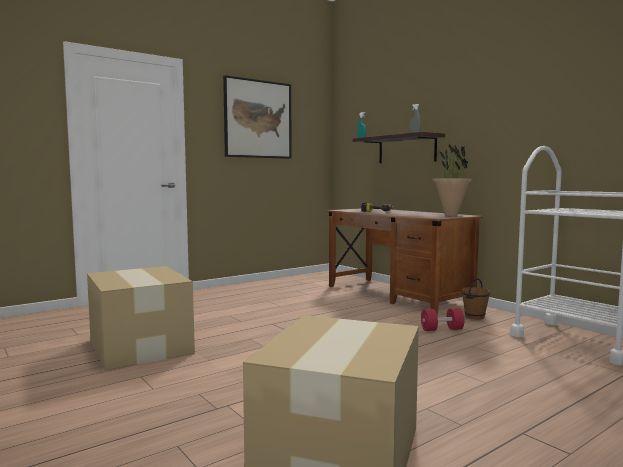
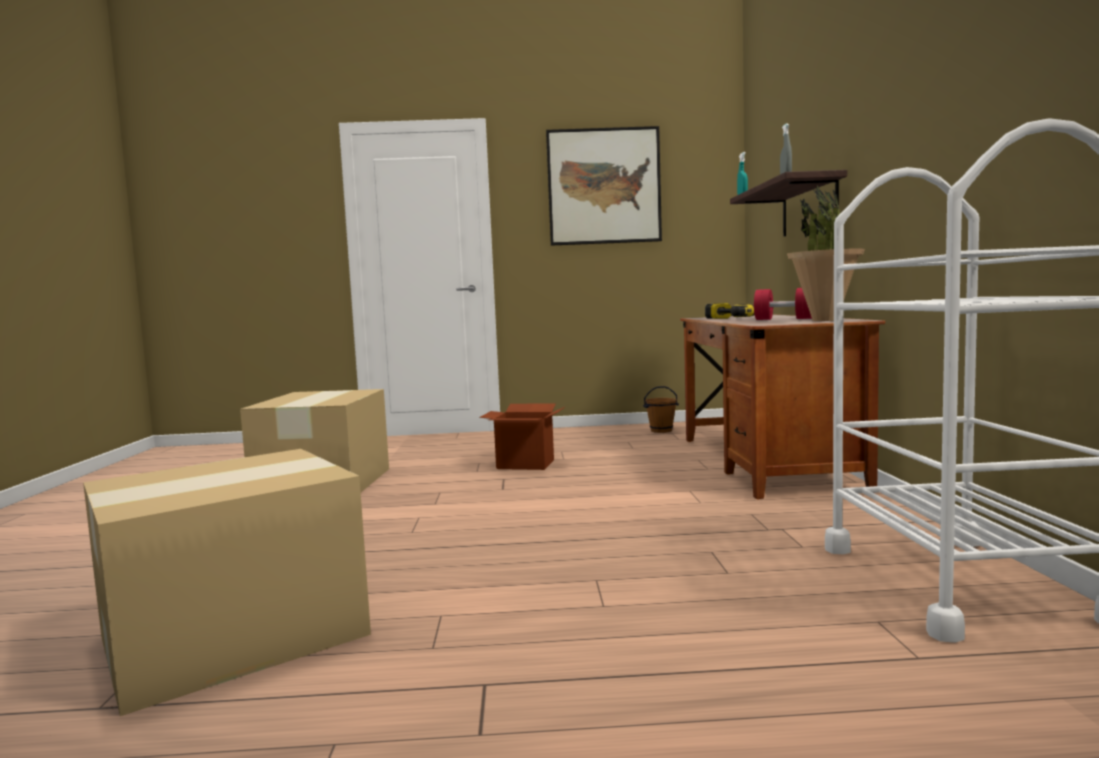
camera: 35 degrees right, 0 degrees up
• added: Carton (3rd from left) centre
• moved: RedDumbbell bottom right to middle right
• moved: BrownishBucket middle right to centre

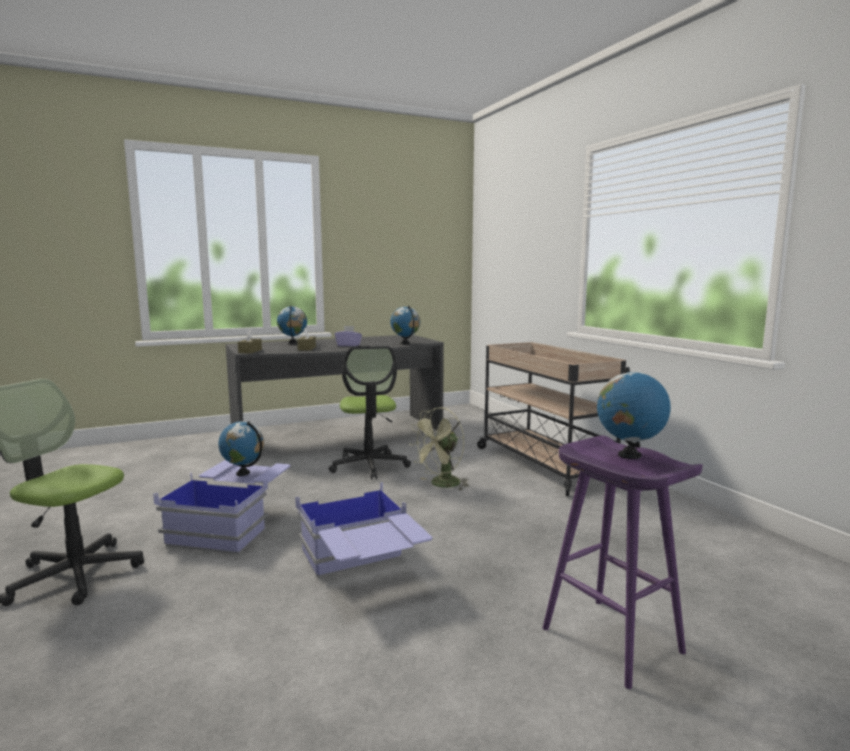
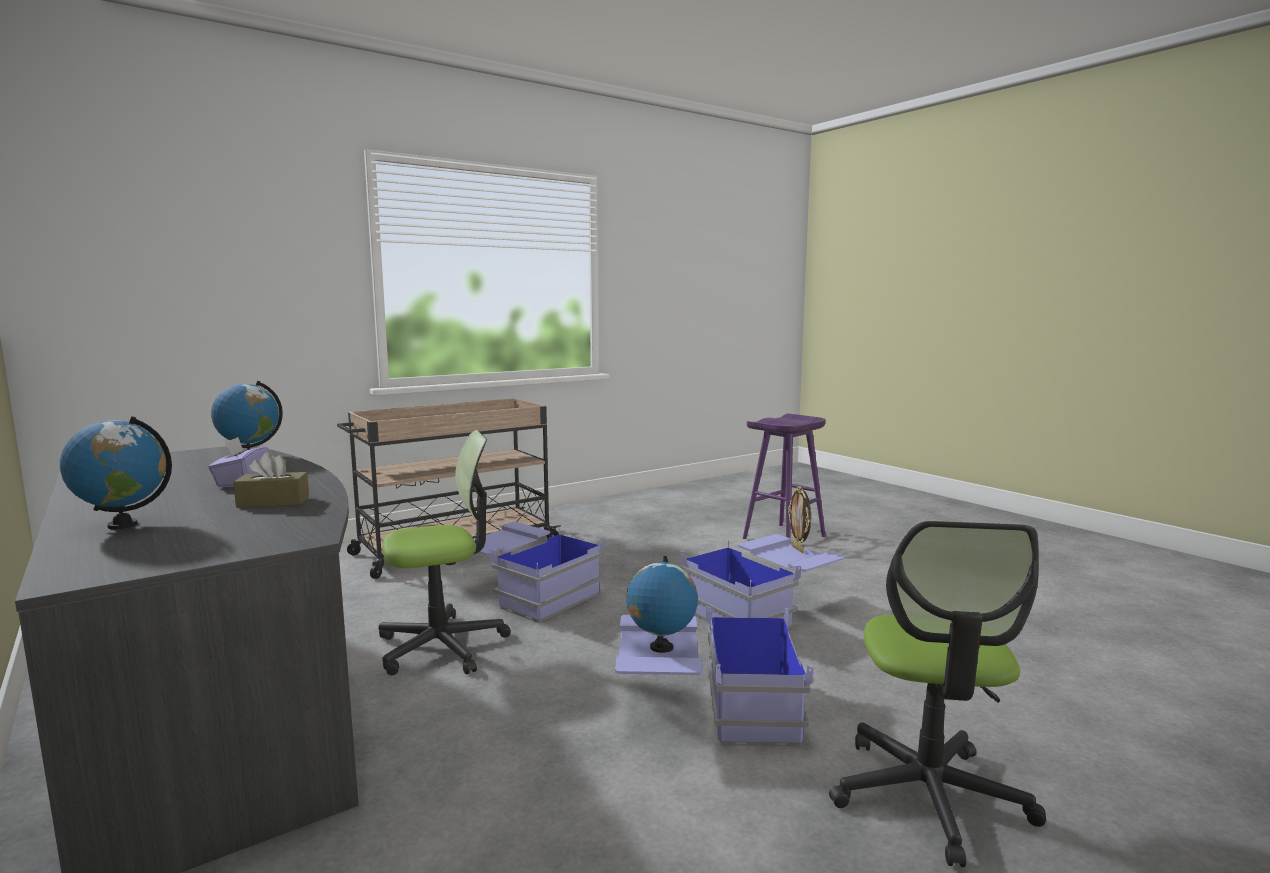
camera: 100 degrees left, 0 degrees up
• removed: BrownishTissueHolder (1st from left) middle left
• removed: DeskGlobe (4th from left) middle right
• added: StandingFrame centre
• replaced: GreenFan centre to BlueStorageBin (1st from left) centre

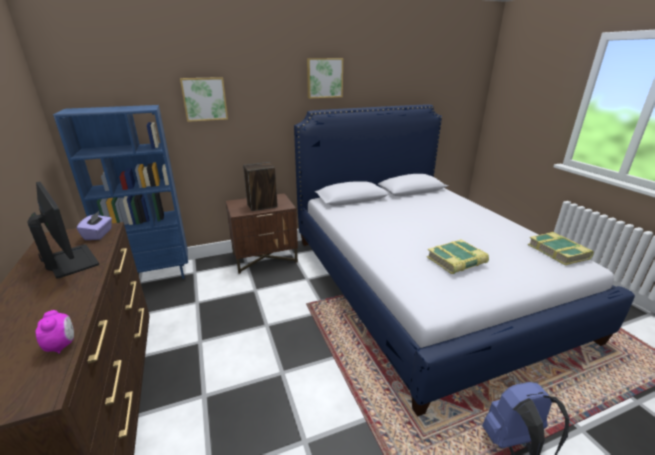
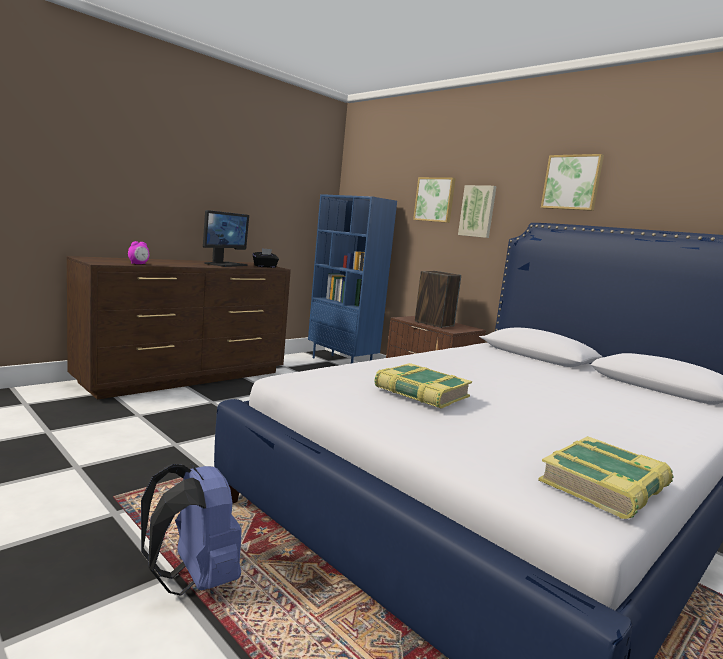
camera: 65 degrees right, 15 degrees down
• added: WallArt (2nd from left) top centre
• recoloured: PurpleColouredTissueHolder middle left to BlackColouredTissueHolder centre

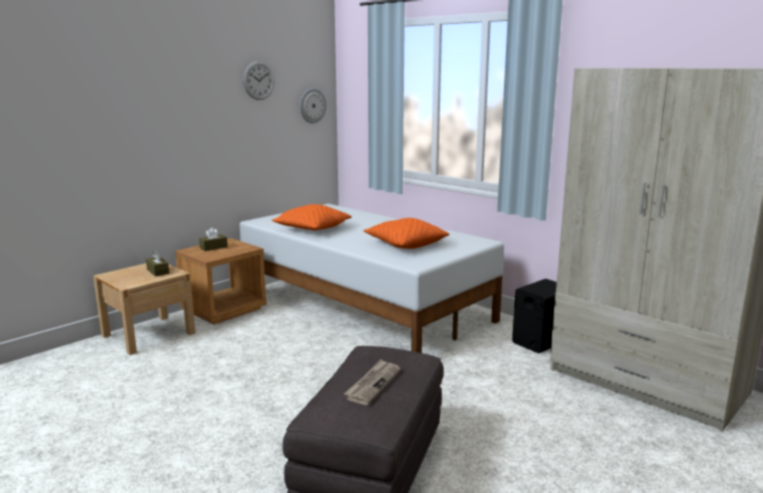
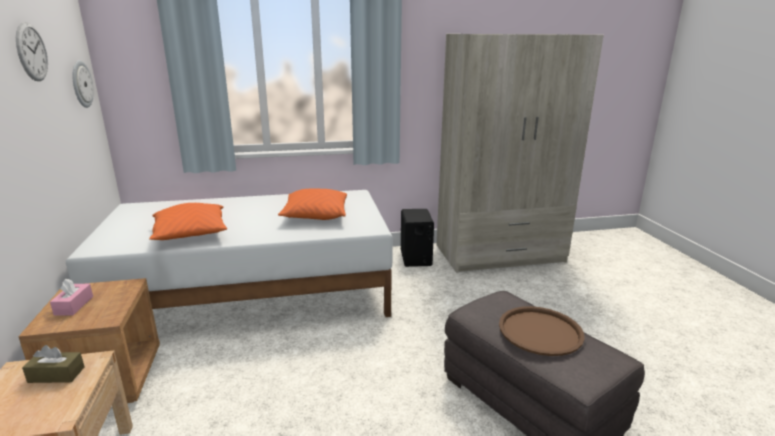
camera: 55 degrees left, 5 degrees up
• replaced: DailyPaper bottom centre to BrownishServingTray bottom right
• recoloured: BrownishTissueHolder (2nd from left) middle left to PinkColouredTissueHolder bottom left

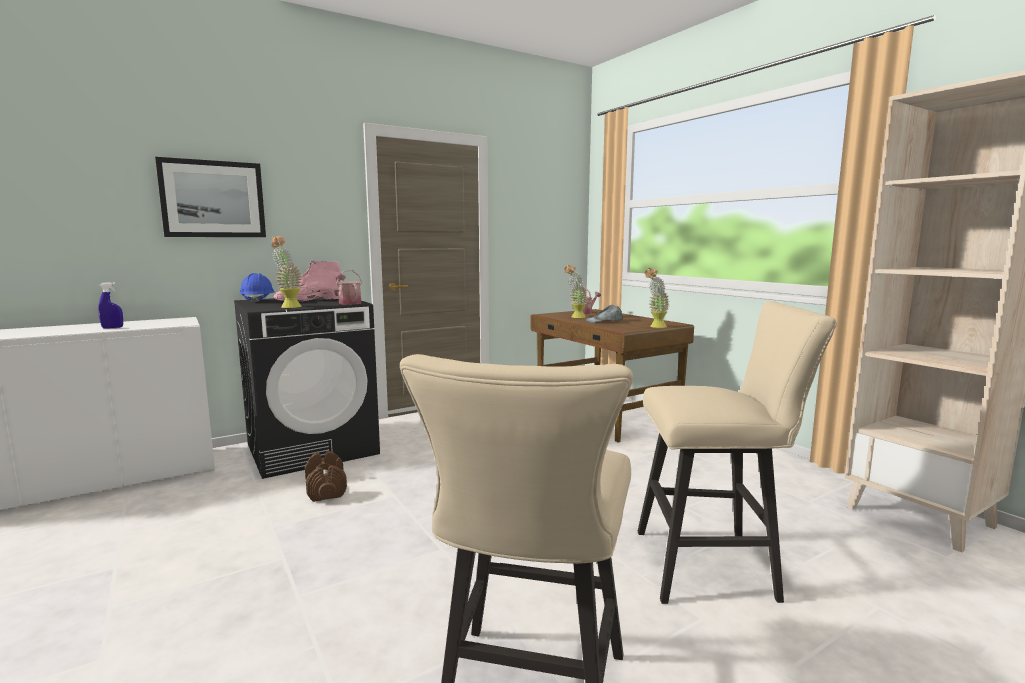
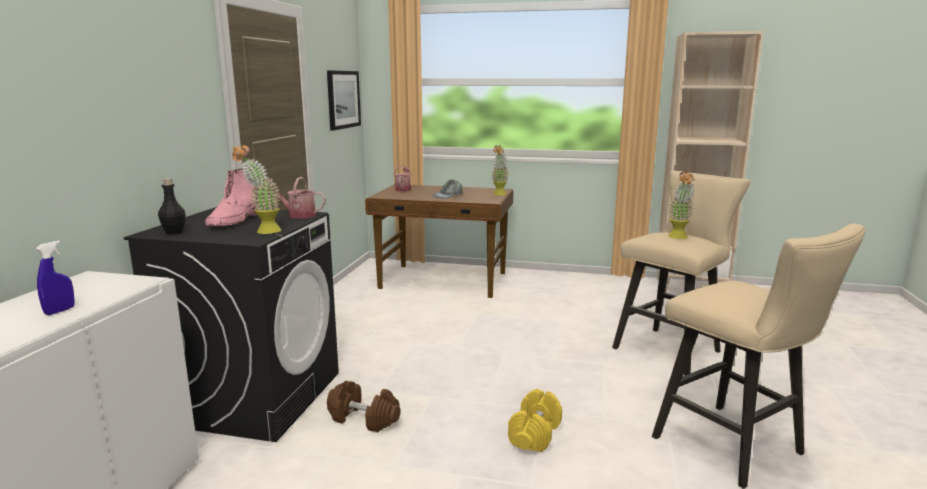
camera: 45 degrees left, 5 degrees up
• added: YellowColouredDumbbell bottom centre
• moved: WallArt top left to top centre
• moved: PlantInAPot (2nd from left in the first image) centre to PlantInAPot (3rd from left) middle right
• replaced: BlueHardHat middle left to BlackColouredBeverageBottle middle left

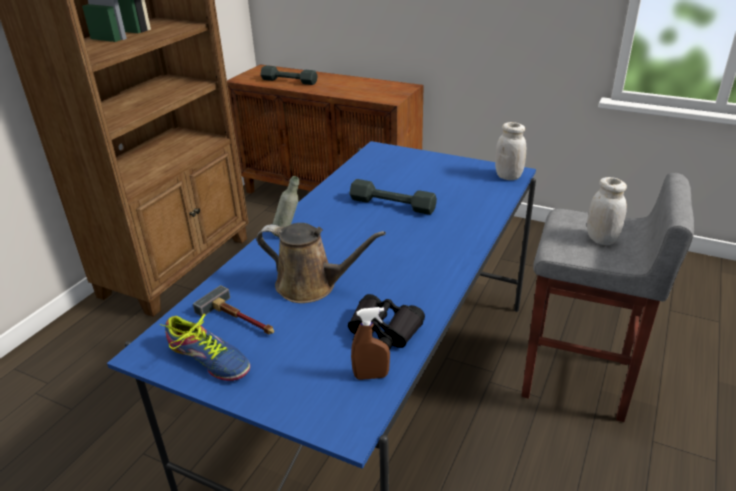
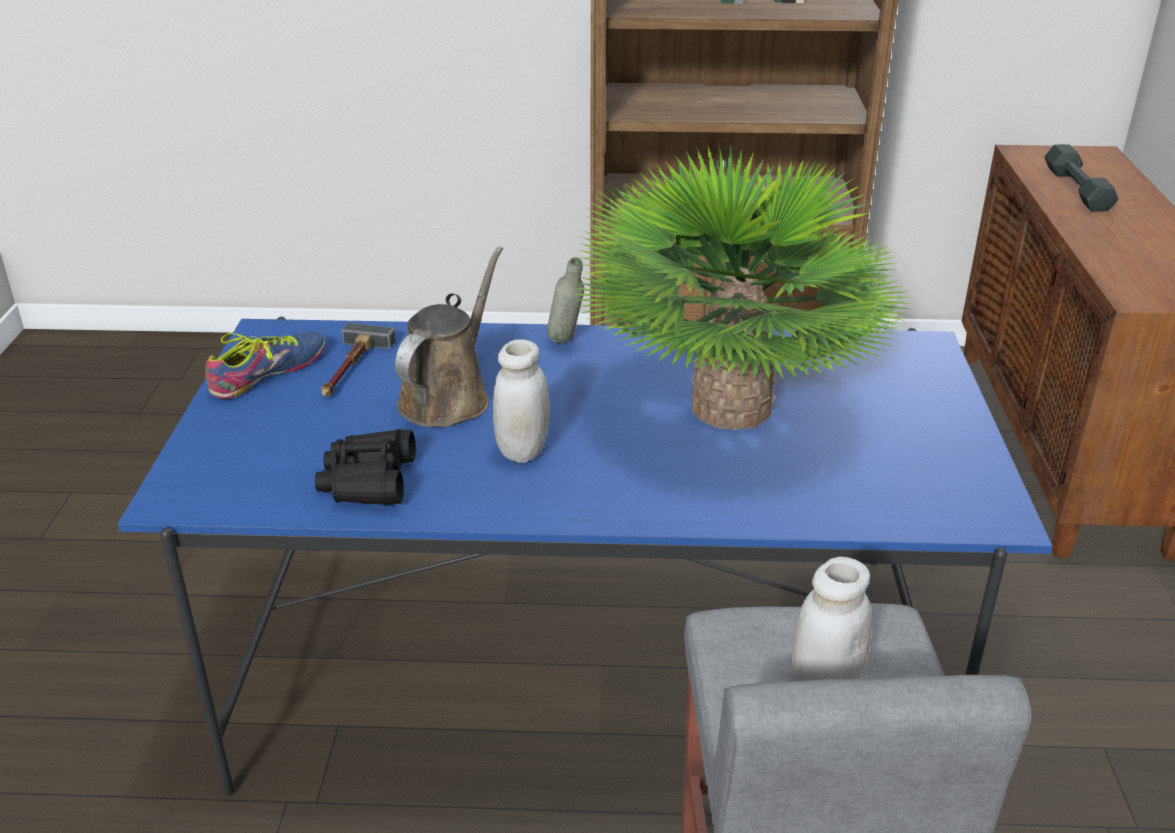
camera: 65 degrees right, 0 degrees up
• removed: BrownishSprayer bottom centre
• moved: WhitishStorageJar (1st from left) top right to centre
• replaced: GreyishDumbbell (2nd from left) centre to PlantInAPot centre
• turned: LowShoe bottom left = middle left 150 degrees counterclockwise
• turned: BrownishWateringPot centre = centre 150 degrees counterclockwise

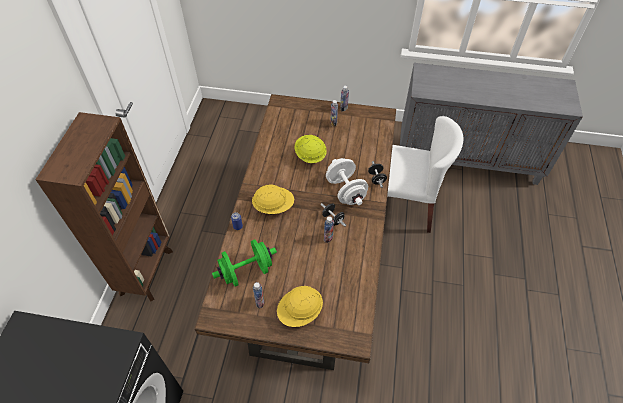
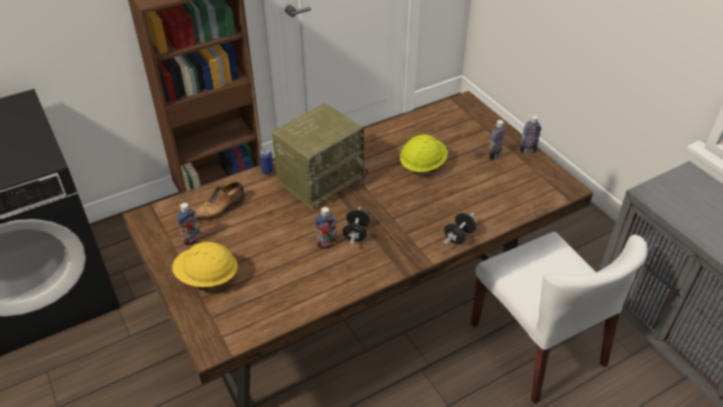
camera: 50 degrees right, 10 degrees down
• removed: WhitishDumbbell centre
• replaced: GreenDumbbell centre to LowShoe middle left
• replaced: YellowColouredHardHat (1st from left) centre to RadioReceiver centre

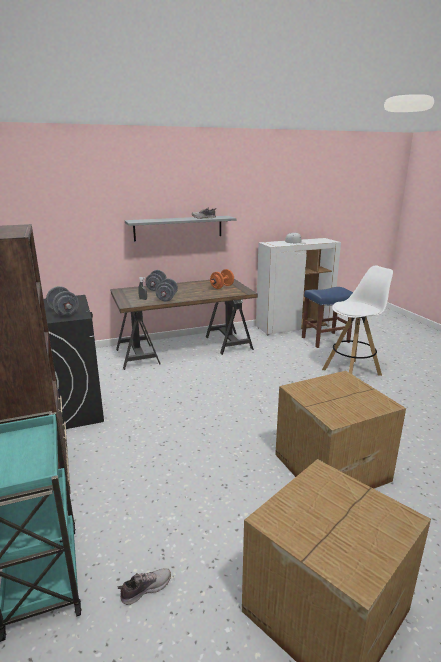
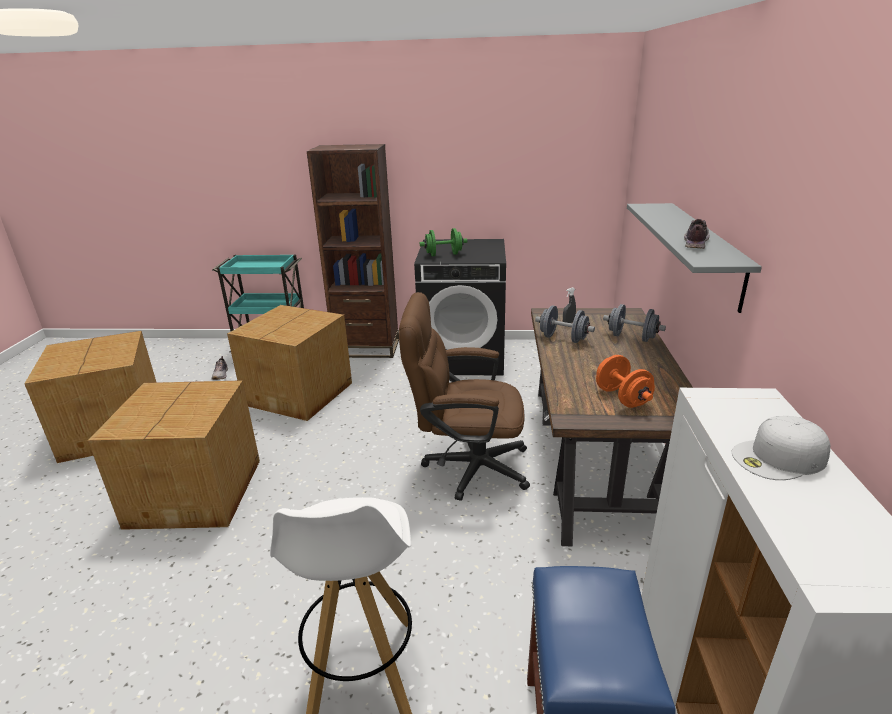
camera: 115 degrees right, 5 degrees up
• added: Carton (3rd from left) middle left
• added: BrownishOfficeChair centre
• recoloured: GreyishDumbbell (1st from left) middle left to GreenDumbbell centre

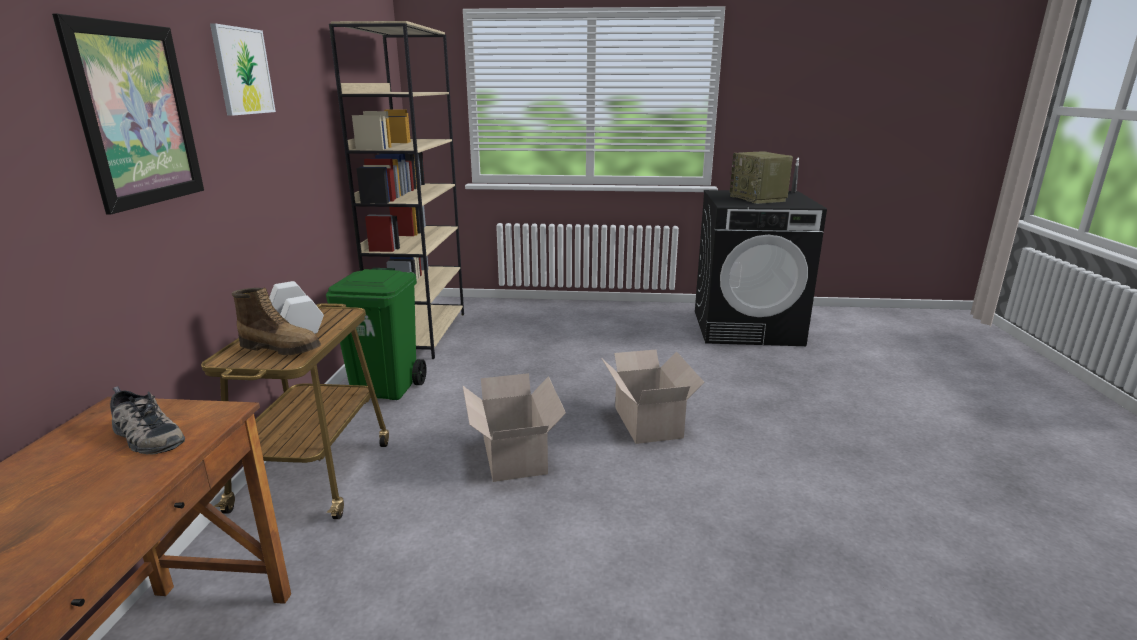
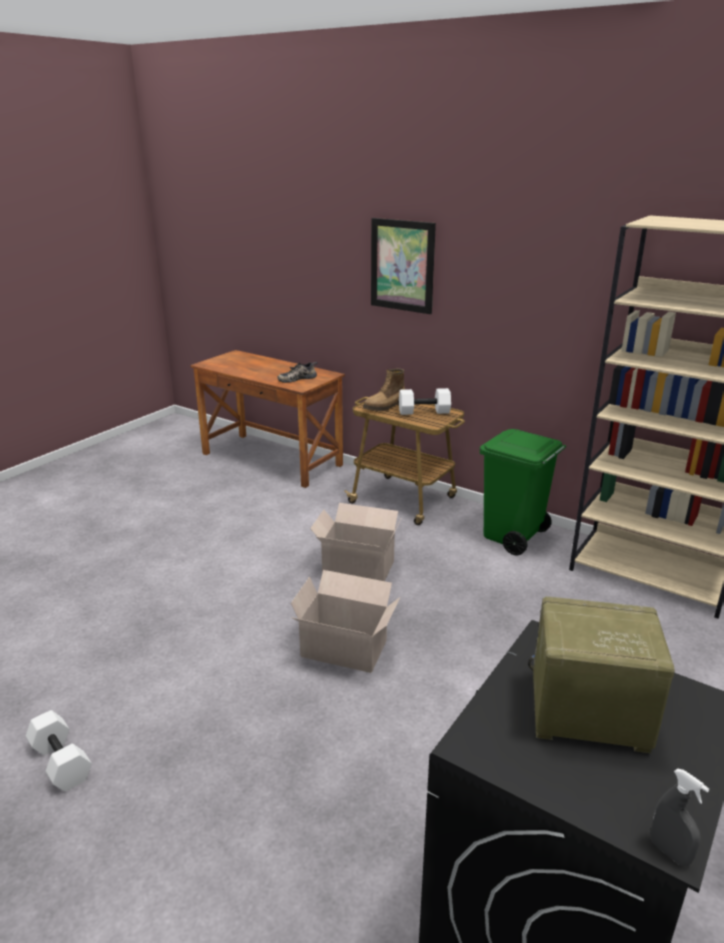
camera: 120 degrees right, 5 degrees up
• removed: WallArt (2nd from left) top left
• added: WhitishDumbbell (1st from left) bottom left

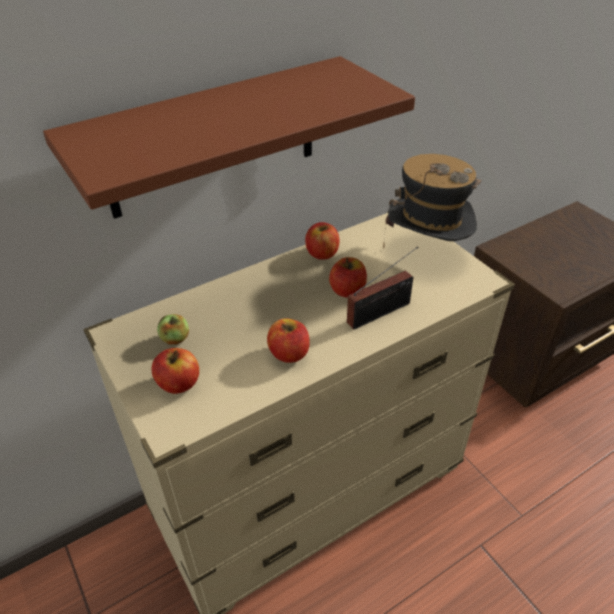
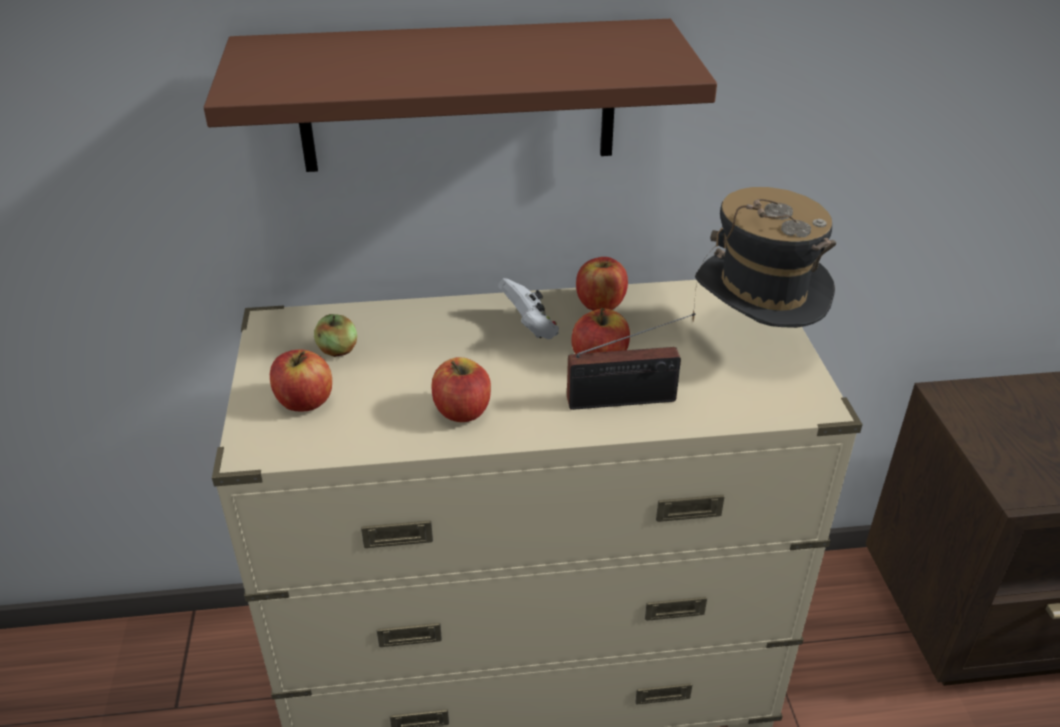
camera: 25 degrees right, 5 degrees down
• added: WhitishGameController centre

